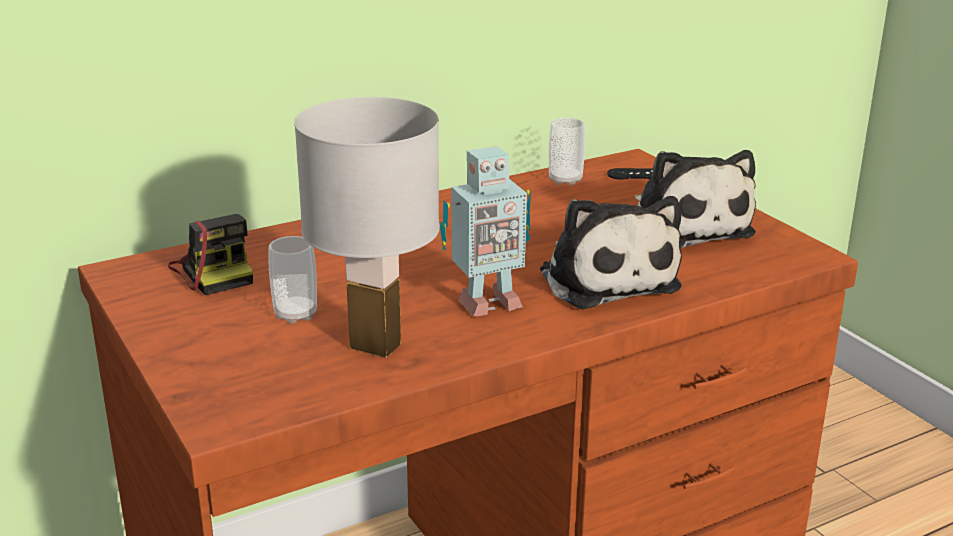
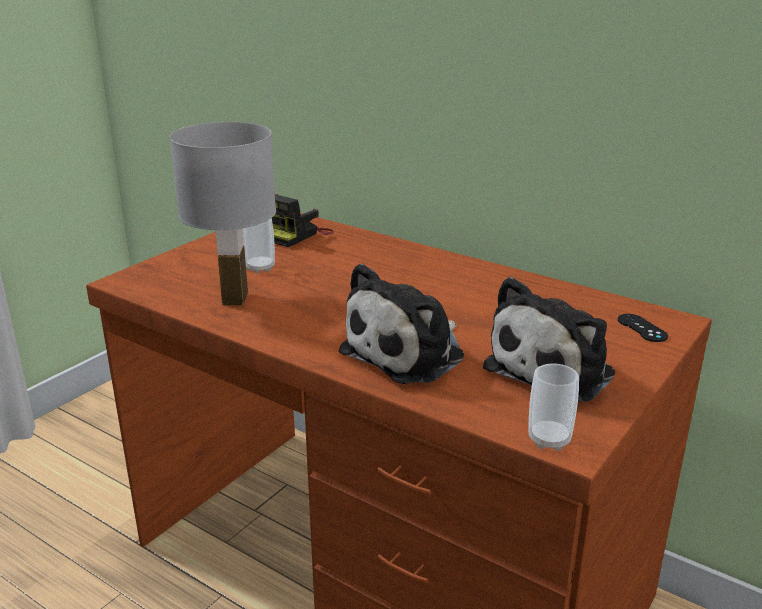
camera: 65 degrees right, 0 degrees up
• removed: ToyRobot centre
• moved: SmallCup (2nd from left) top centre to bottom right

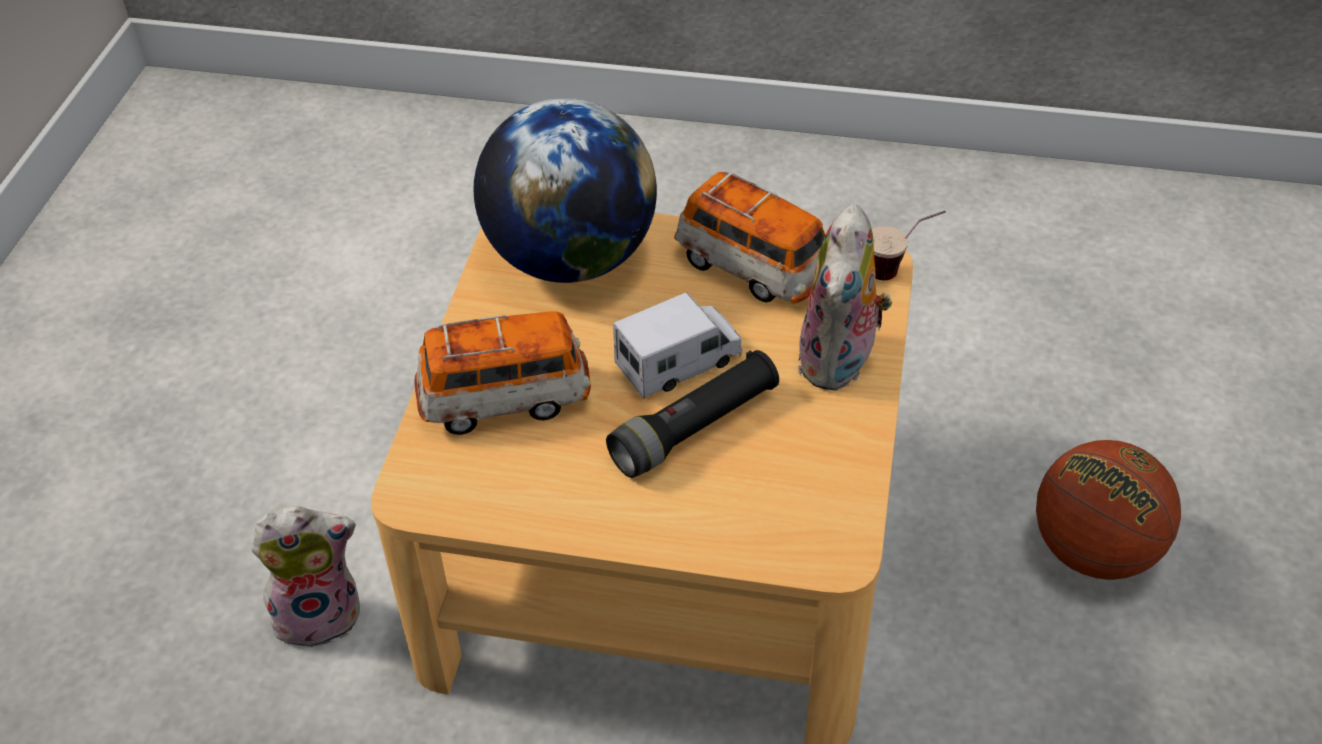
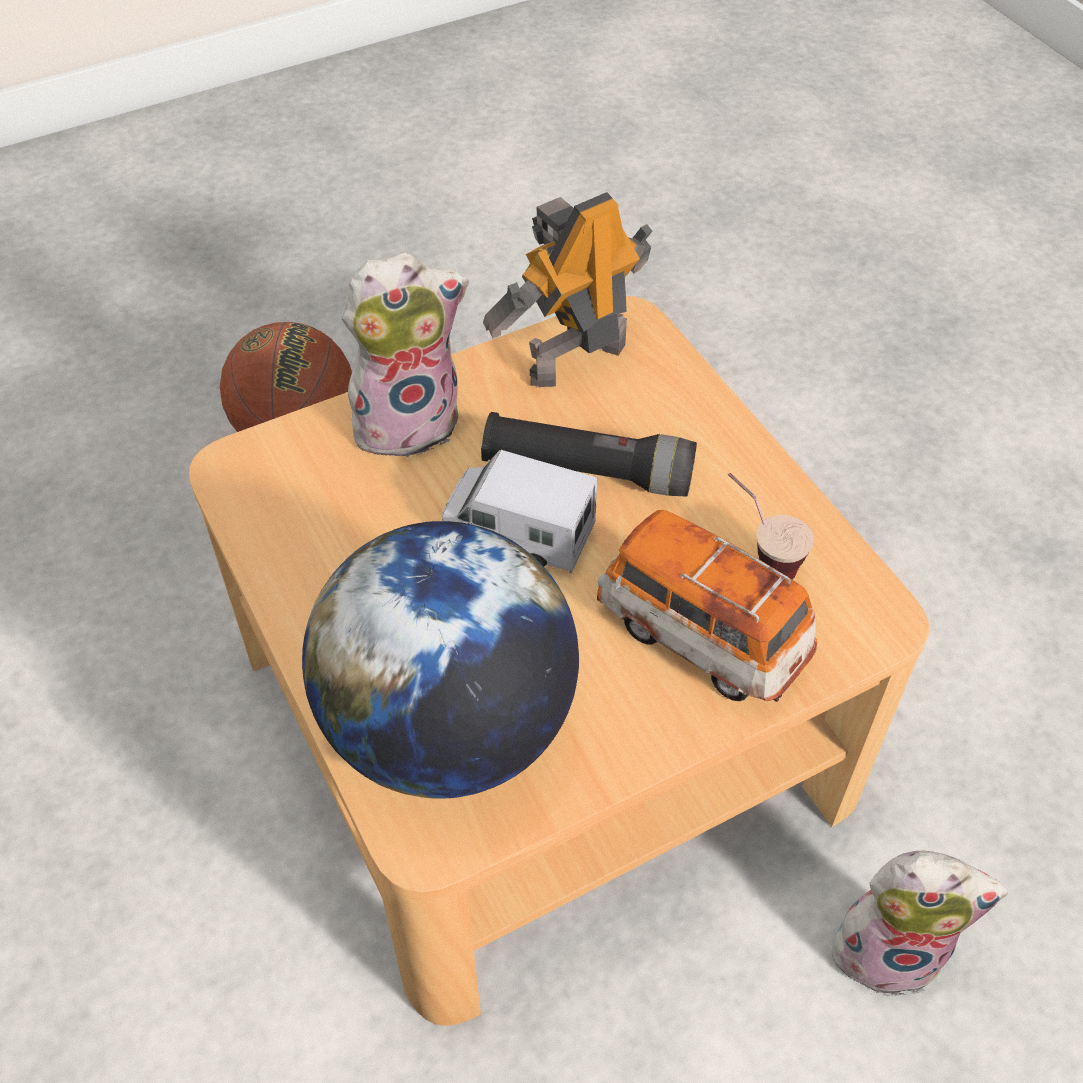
camera: 130 degrees left, 5 degrees up
• removed: ModelCar (2nd from left) top centre
• added: ToyRobot top centre
• moved: SmallCup top right to middle right
• turned: CuddlyToy (1st from left in the first image) bottom left = bottom right 150 degrees clockwise

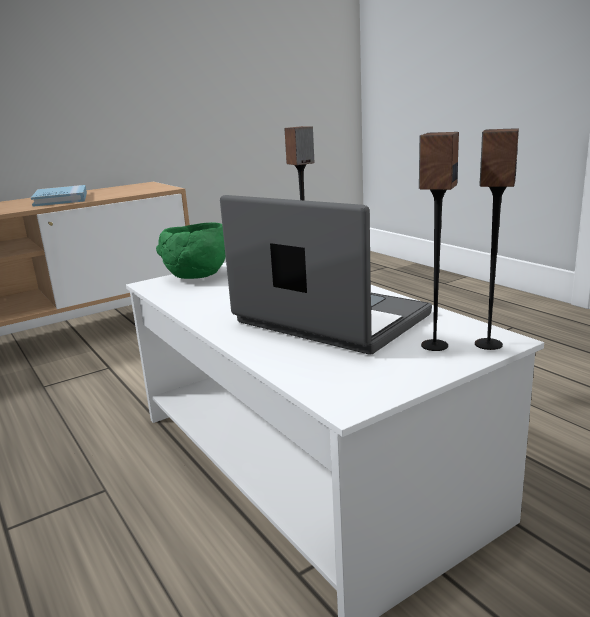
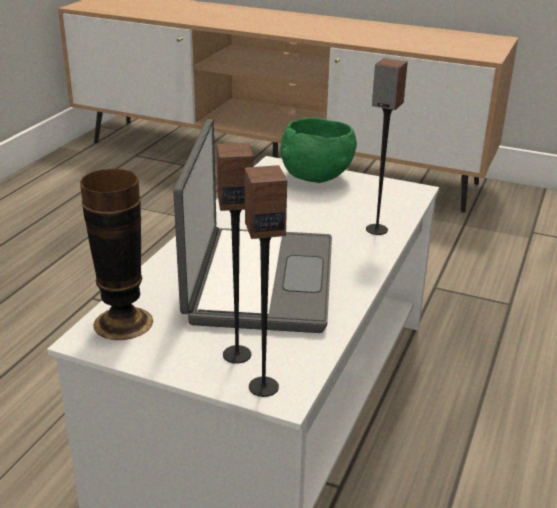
camera: 55 degrees right, 10 degrees up
• removed: BlueVolume top left
• added: DecorativeVase middle left

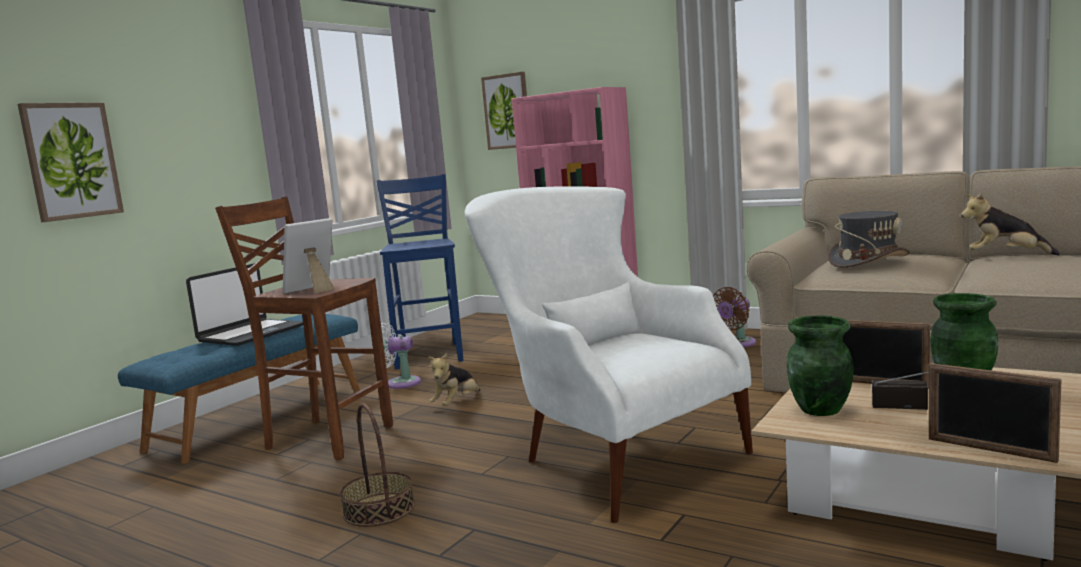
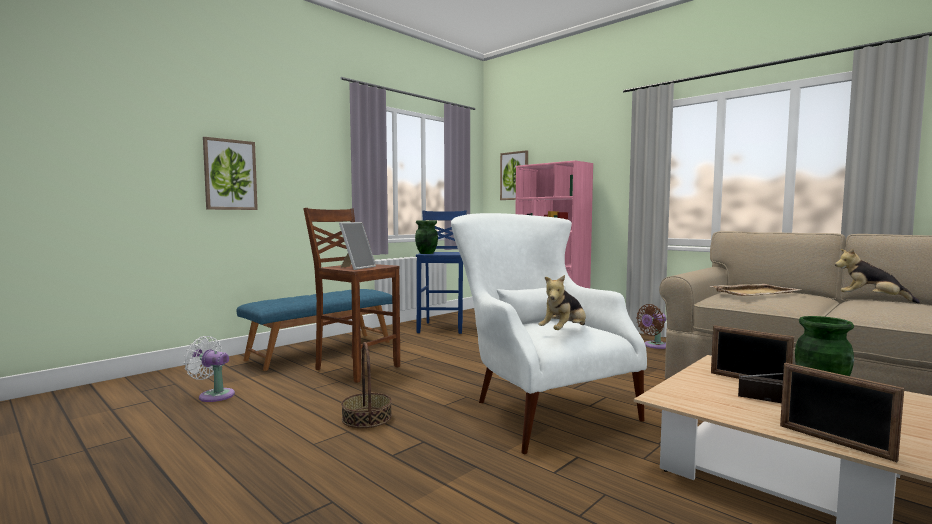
camera: 10 degrees right, 5 degrees down
• removed: NotebookComputer middle left
• moved: WhitishFan centre to bottom left
• moved: CuddlyToy (1st from left) bottom centre to centre
• moved: GreenDecorativeVase (1st from left) middle right to centre
• replaced: GreyishHat middle right to BeigeServingTray middle right
• turned: StandingFrame (1st from left) middle left = centre 150 degrees clockwise

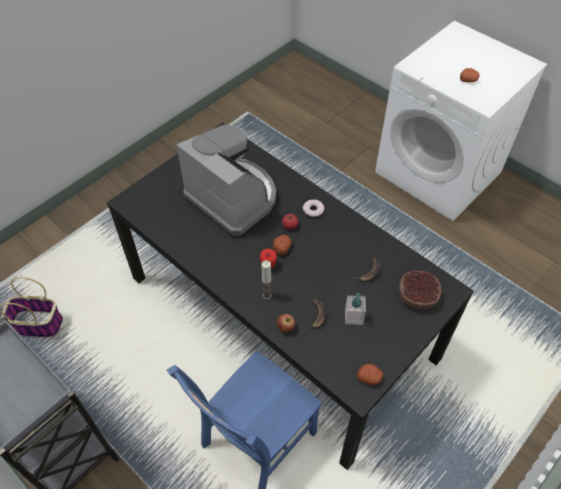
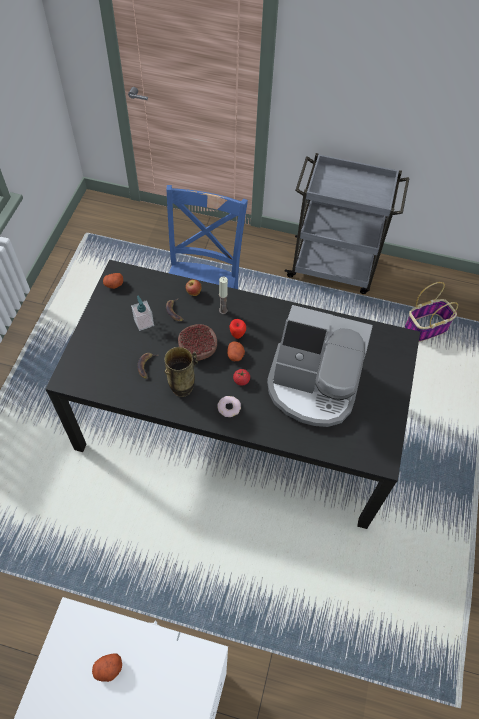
camera: 150 degrees right, 5 degrees up
• added: DecorativeVase centre
• moved: DeepDish middle right to centre

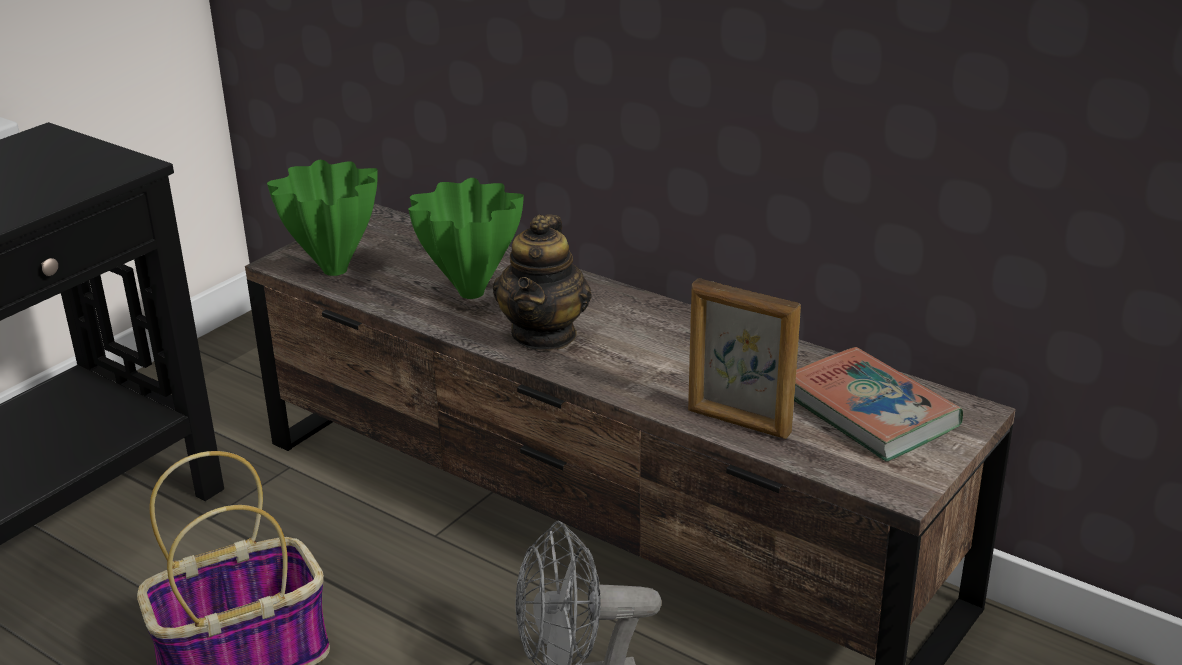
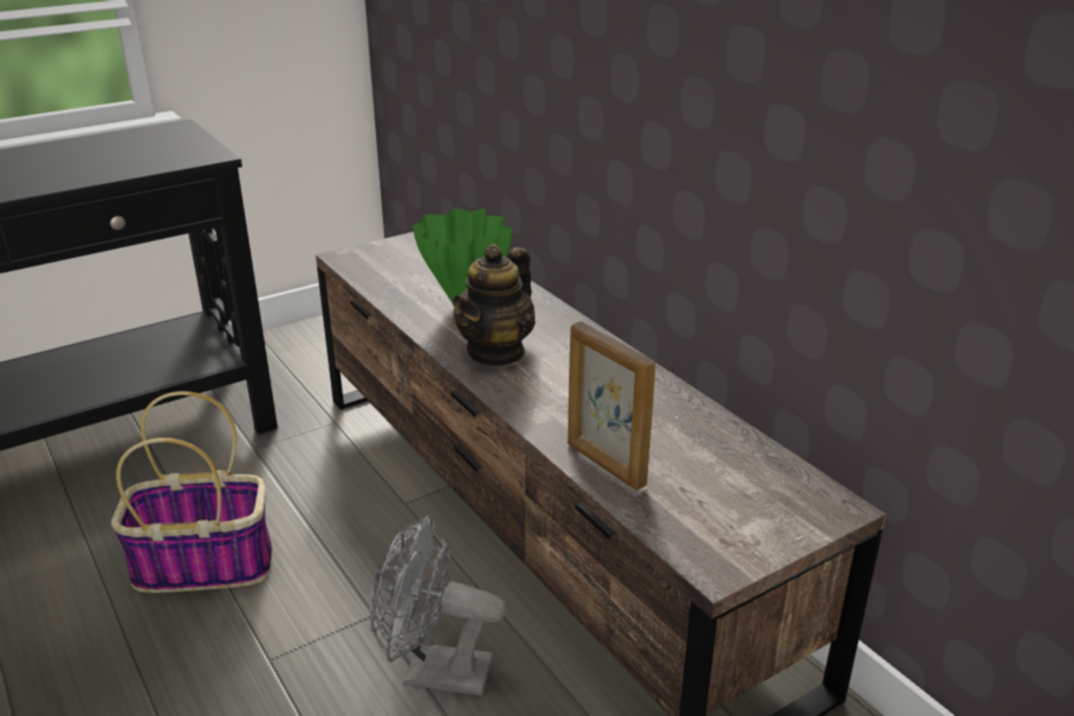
camera: 20 degrees right, 0 degrees up
• removed: GreenDecorativeVase (1st from left) top left
• removed: Volume middle right

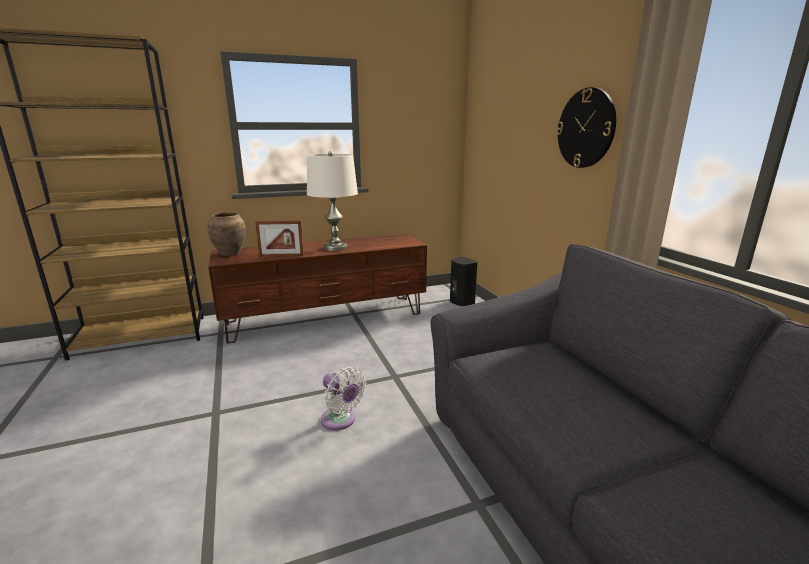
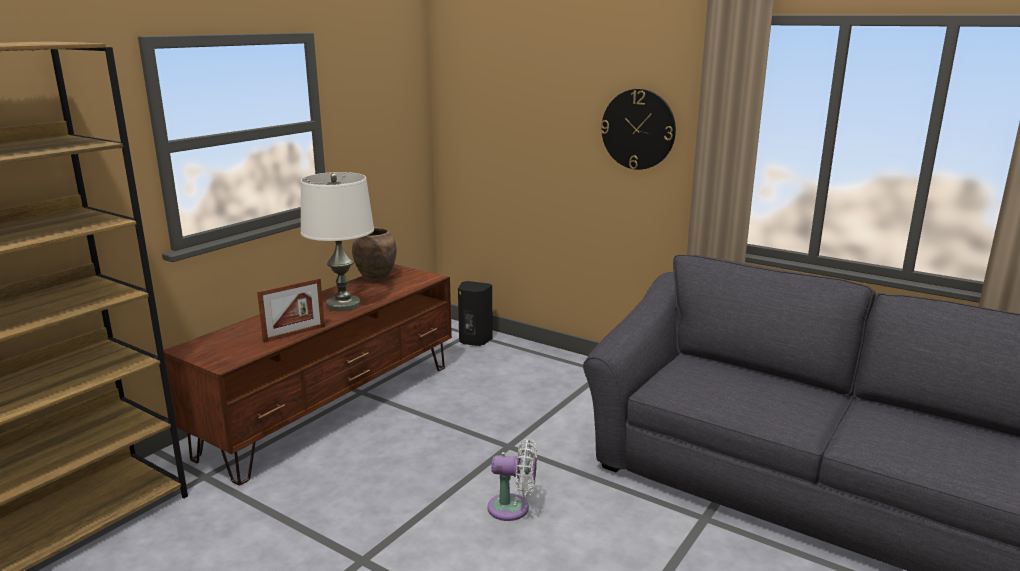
camera: 35 degrees left, 0 degrees up
• moved: BrownishDecorativeVase middle left to centre

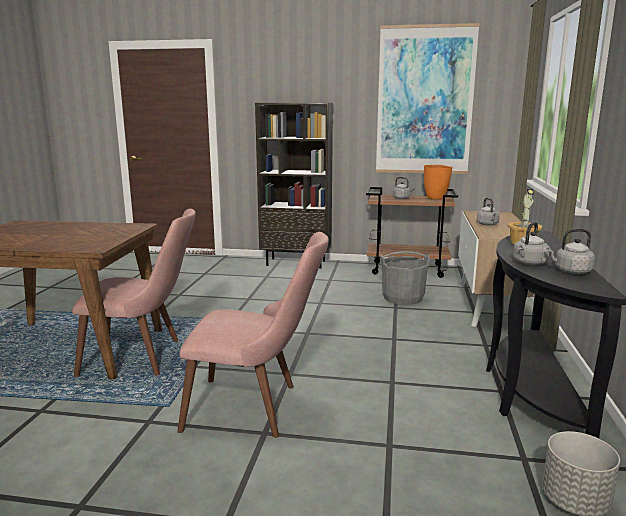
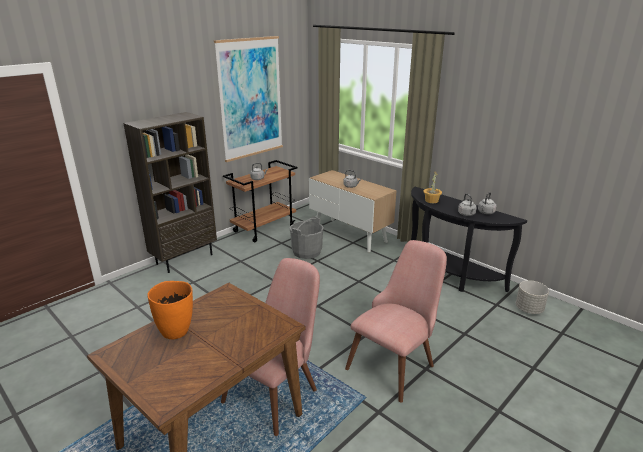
camera: 55 degrees left, 10 degrees up
• moved: OrangeyDecorativeVase middle right to bottom left

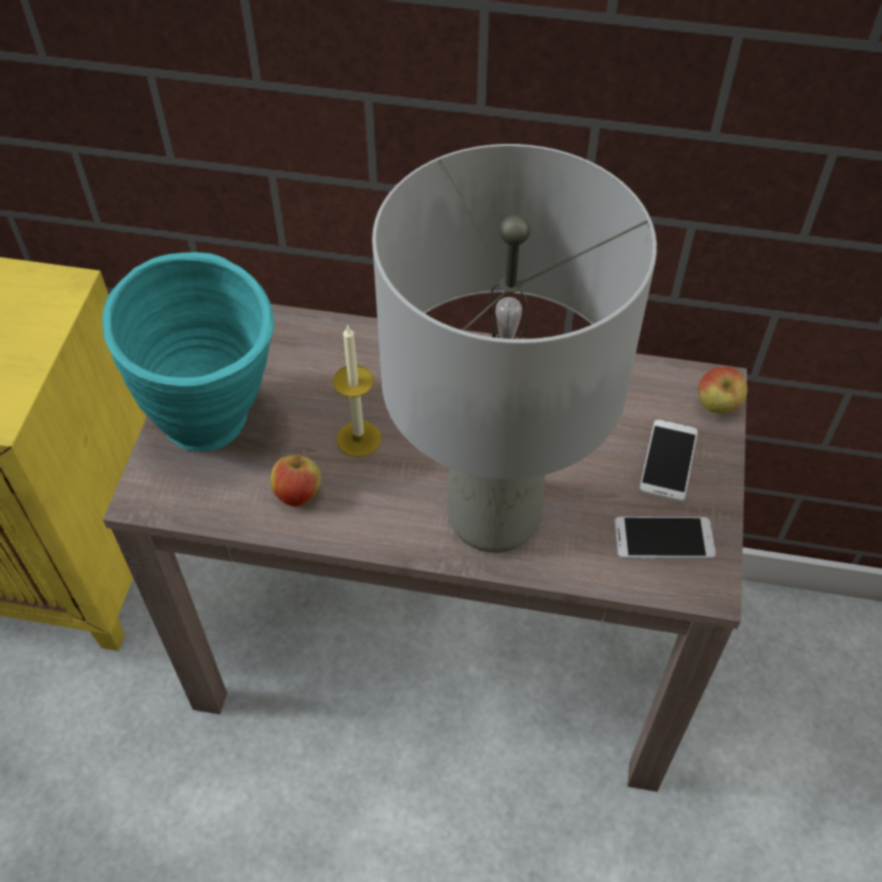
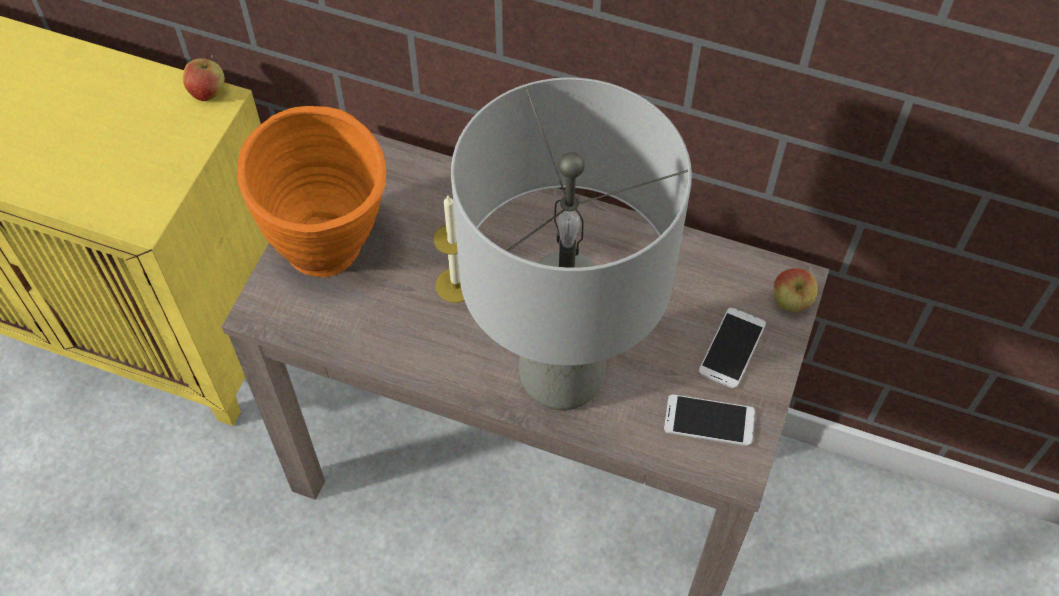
camera: 10 degrees right, 5 degrees up
• moved: Apple (1st from left) centre to top left
• recoloured: BlueGreenDecorativeVase middle left to OrangeyDecorativeVase top left

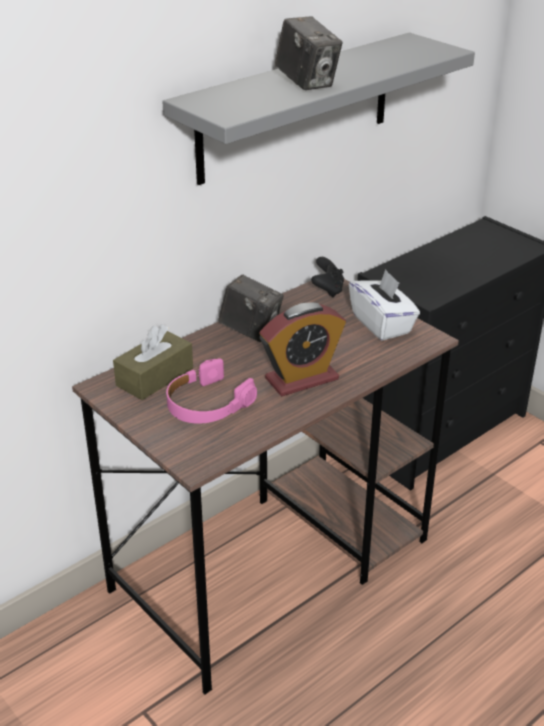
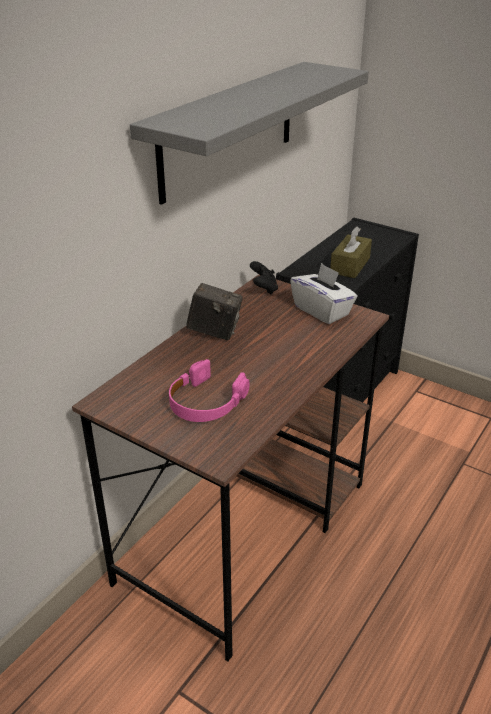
camera: 15 degrees left, 0 degrees up
• removed: TableClock centre
• removed: PhotoCamera (2nd from left) top centre
• moved: BrownishTissueHolder middle left to middle right

